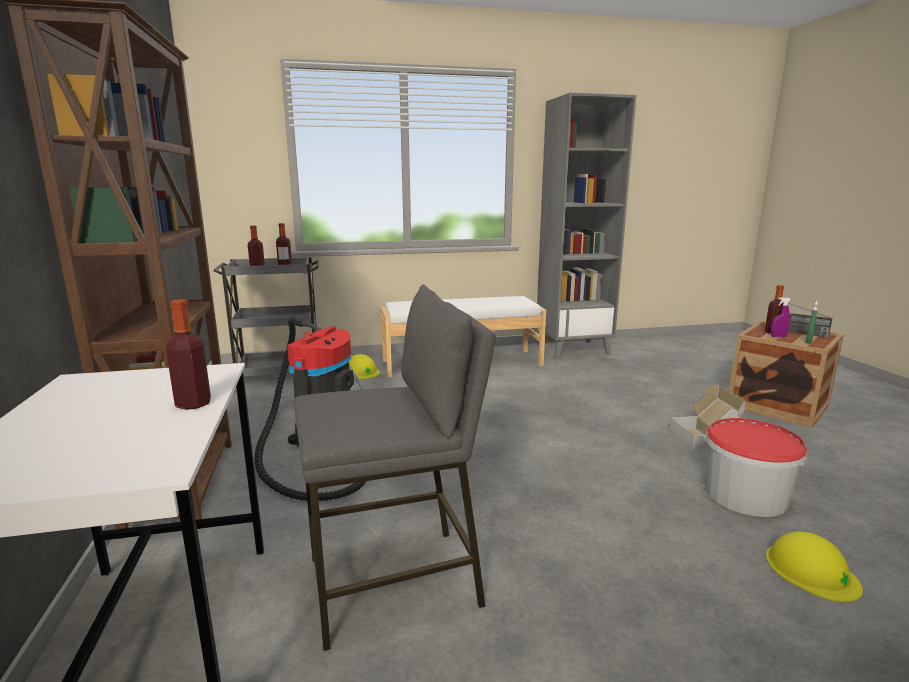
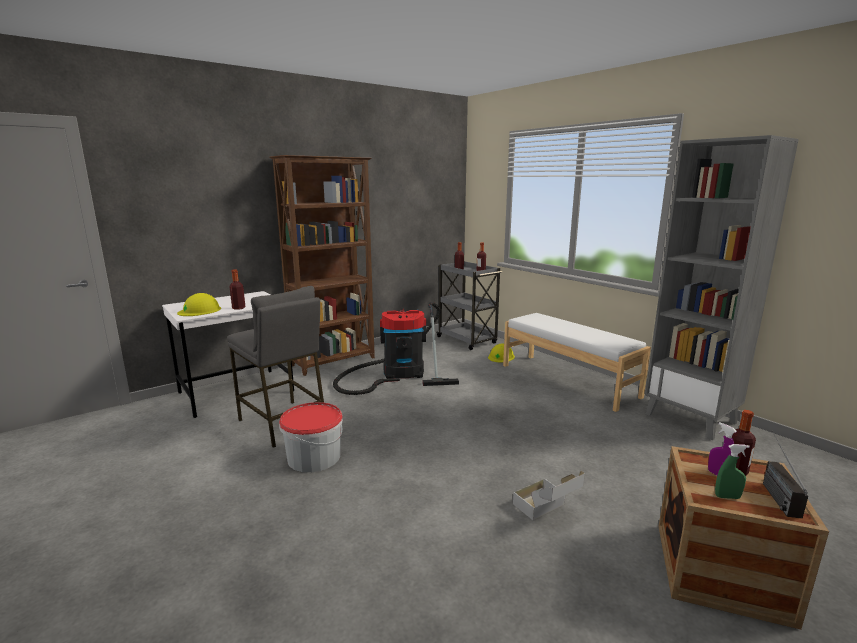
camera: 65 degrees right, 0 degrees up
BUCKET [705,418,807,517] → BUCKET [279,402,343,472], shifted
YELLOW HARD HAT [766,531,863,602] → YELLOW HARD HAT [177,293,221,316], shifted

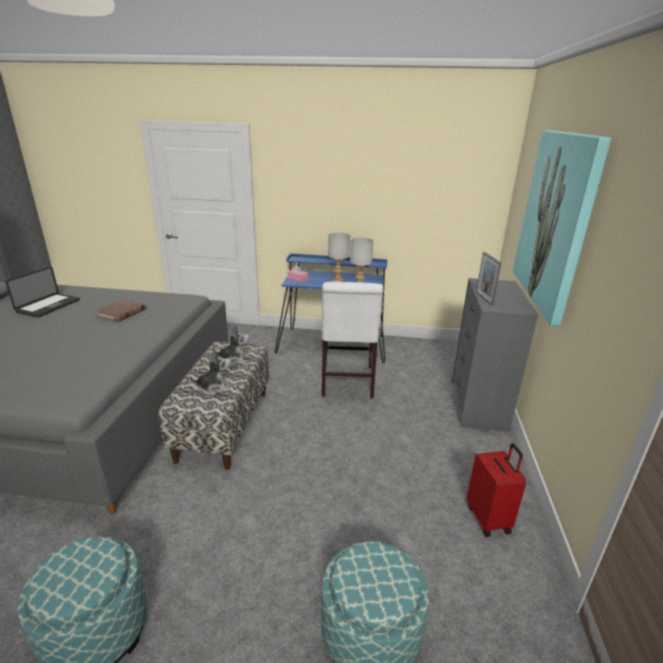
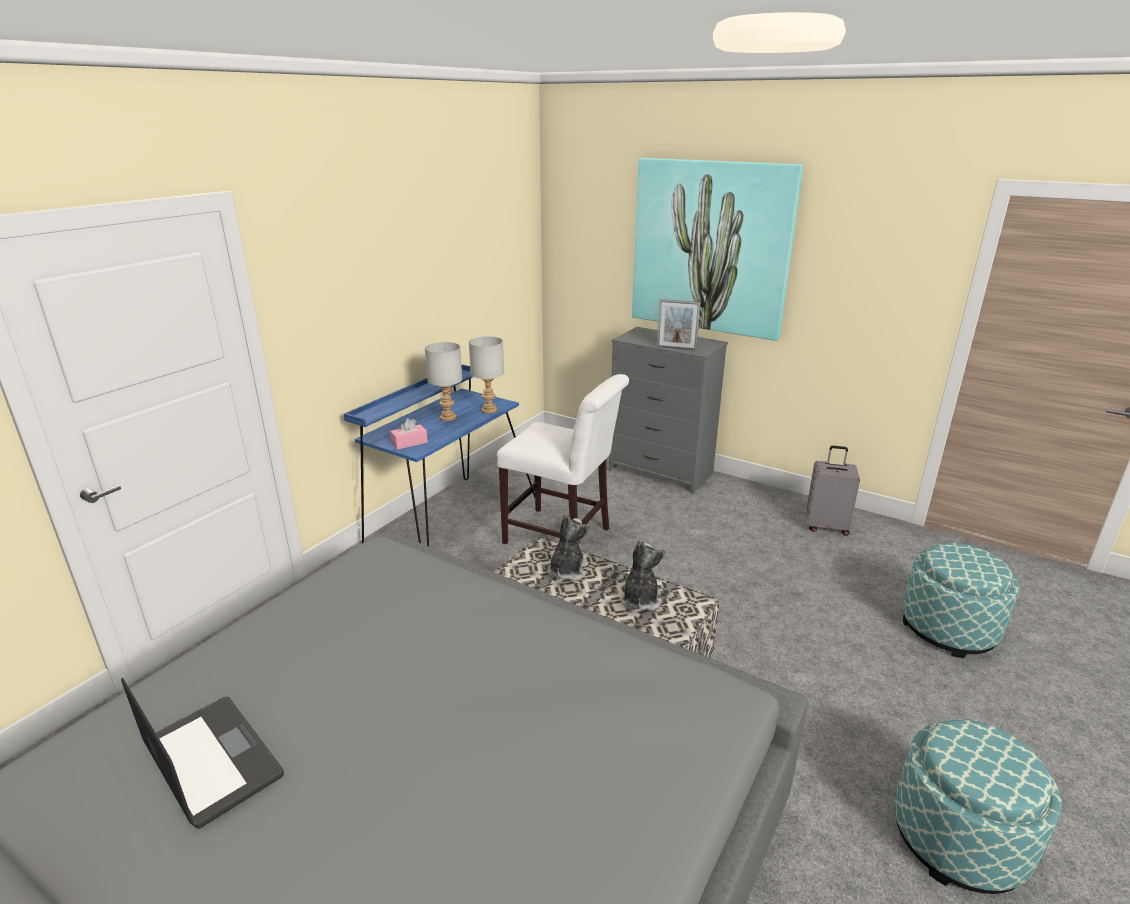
camera: 65 degrees left, 0 degrees up
BROWN BOOK [94,299,146,322] → -
RED SUITCASE [467,443,526,537] → GREY SUITCASE [806,446,860,536]

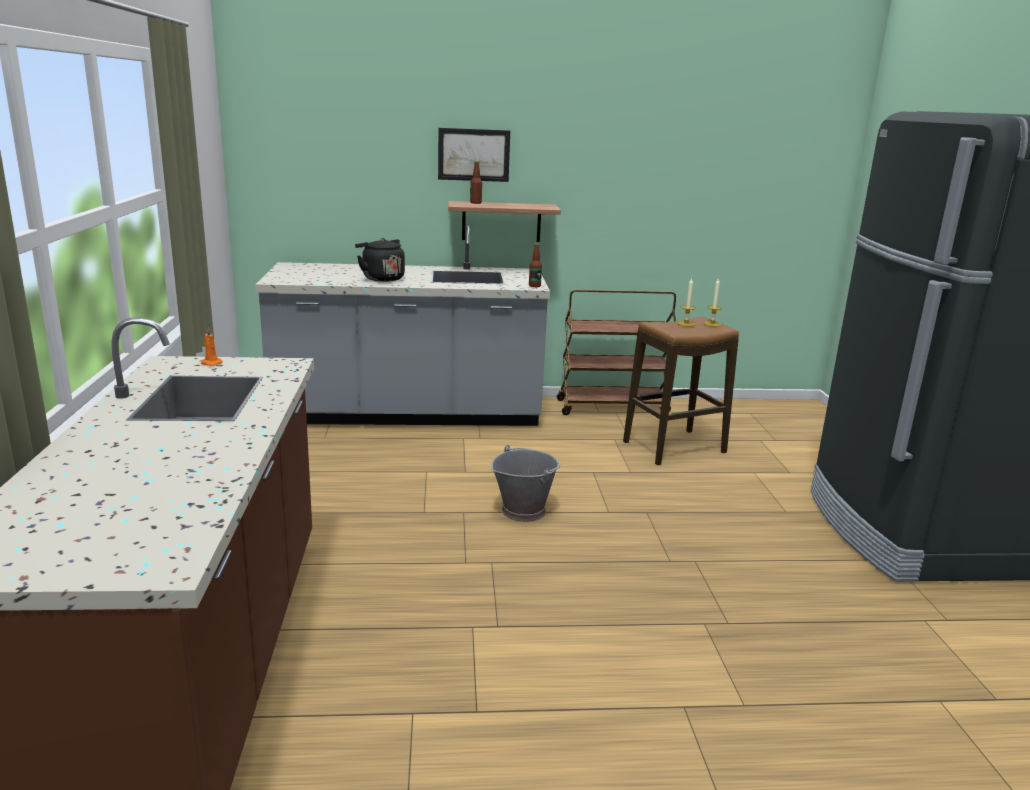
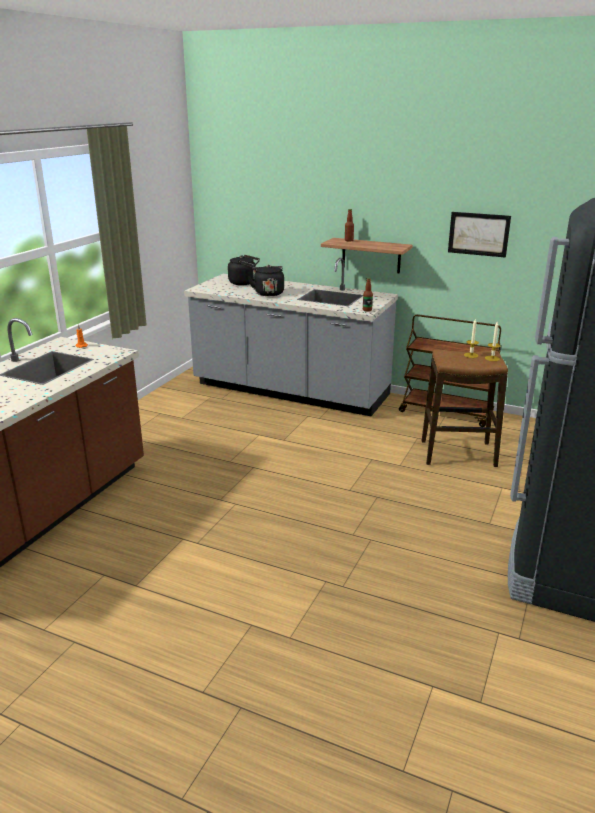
camera: 30 degrees right, 5 degrees up
PICTURE [438,128,510,182] → PICTURE [448,212,511,258], shifted
GREY BUCKET [491,445,560,522] → -
- → BLACK KETTLE [228,255,260,285]

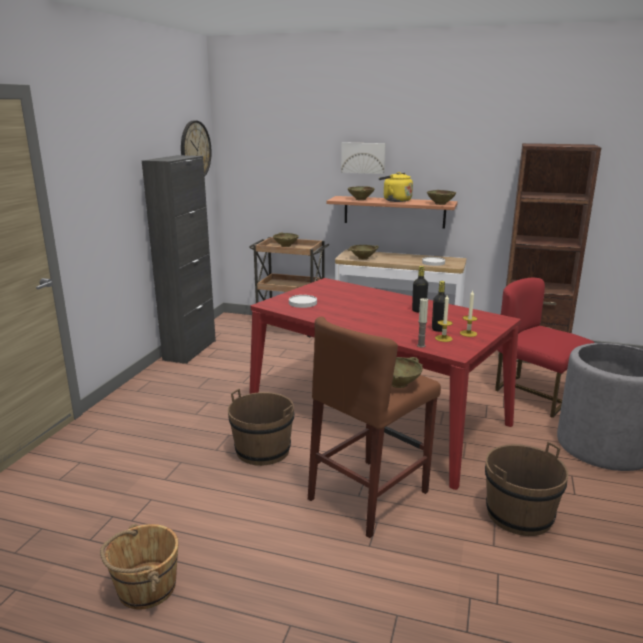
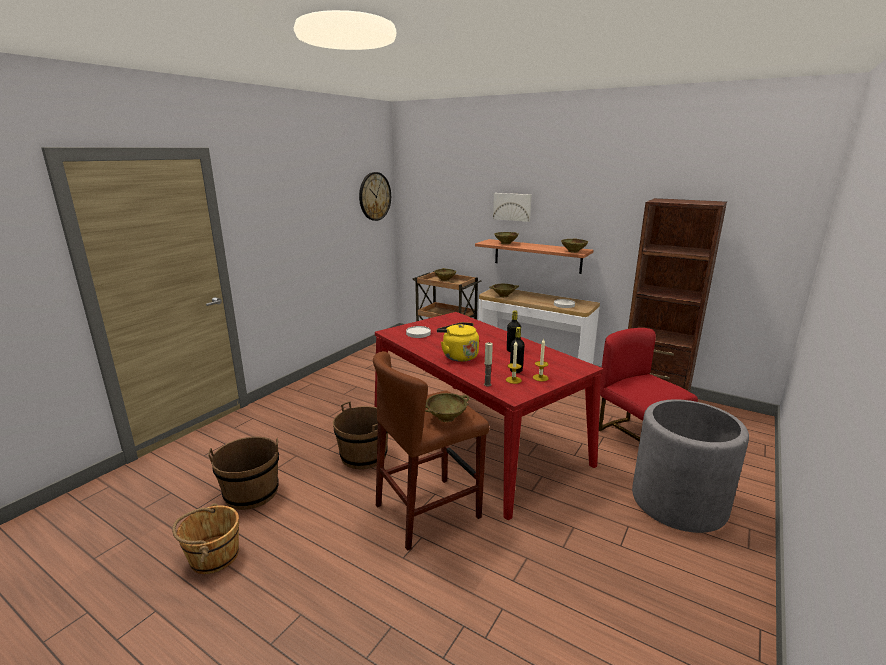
camera: 15 degrees right, 0 degrees up
BLACK CABINET [142,155,216,364] → -
YELLOW KETTLE [379,172,413,202] → YELLOW KETTLE [437,322,479,362], shifted
BROWN BUCKET [485,442,568,536] → BROWN BUCKET [208,436,279,510], shifted

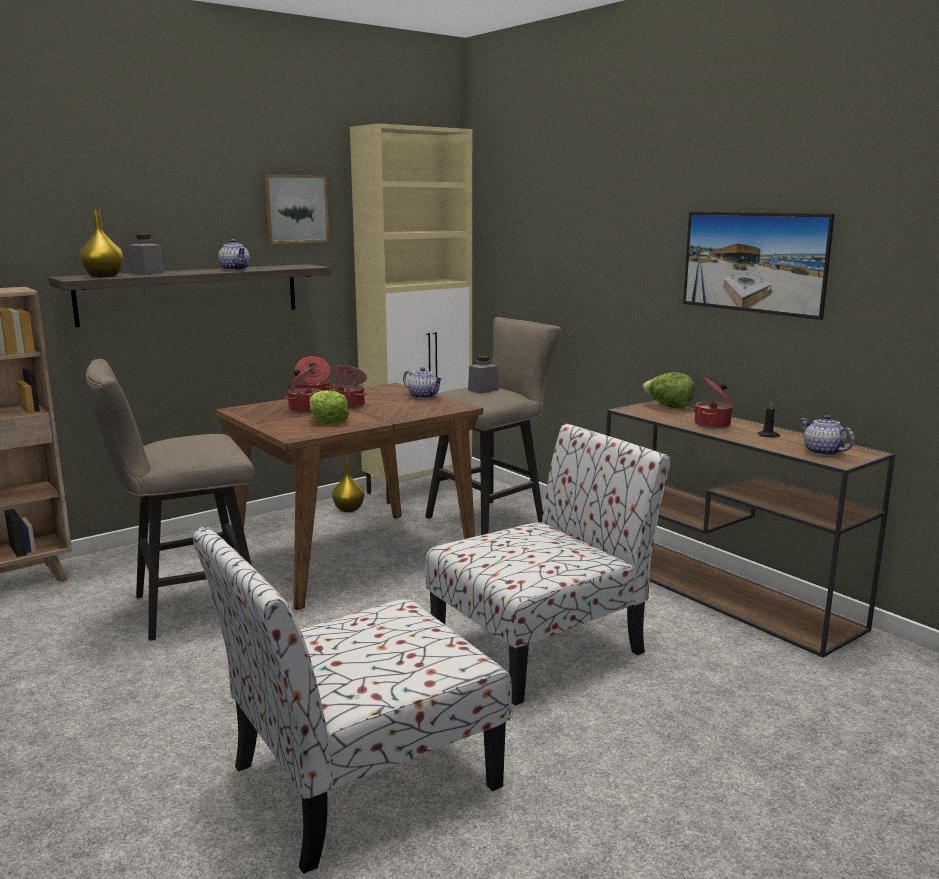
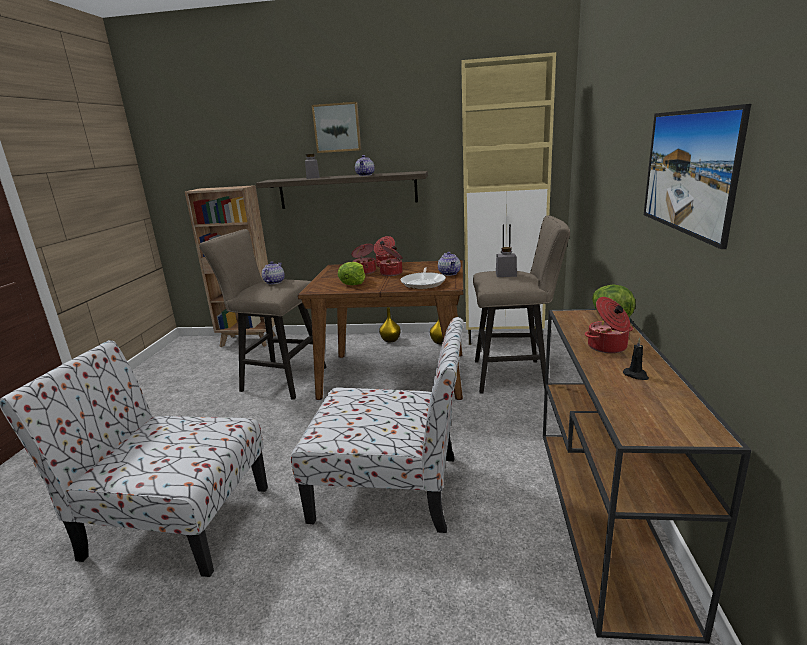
camera: 45 degrees right, 5 degrees up
YELLOW VASE [80,209,123,277] → YELLOW VASE [379,307,401,342], shifted
PICTURE [262,174,329,244] → PICTURE [312,102,361,153], shifted
TEAPOT [800,415,854,456] → TEAPOT [262,261,285,284], shifted
- → FRYING PAN [401,267,446,289]

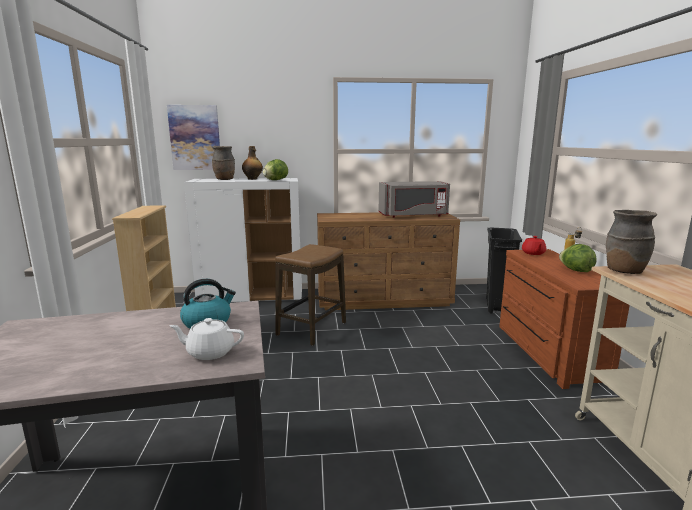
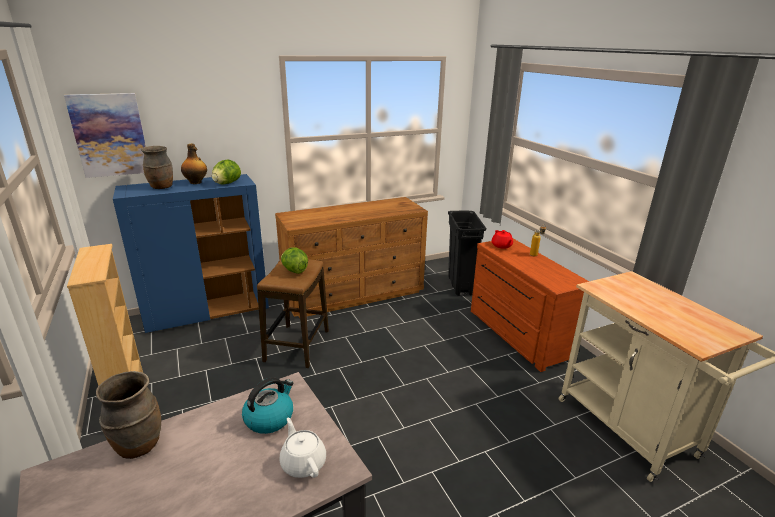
camera: 20 degrees left, 10 degrees up
WHITE TEAPOT [169,318,244,360] → WHITE TEAPOT [279,417,326,478], 75 degrees clockwise
WHITE CABINET [184,178,302,302] → BLUE CABINET [113,174,269,333]
GREY MICROWAVE [379,181,450,218] → -
LETTUCE [559,244,597,272] → LETTUCE [281,247,308,274], shifted
BROWN VASE [606,210,657,274] → BROWN VASE [96,371,161,459], shifted

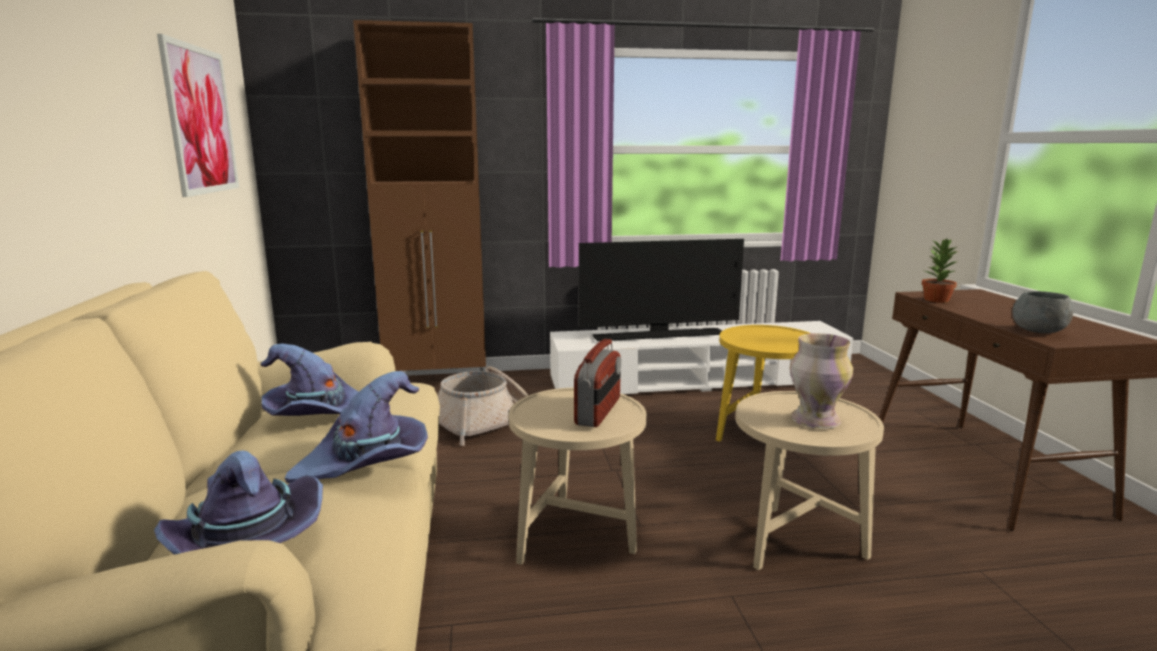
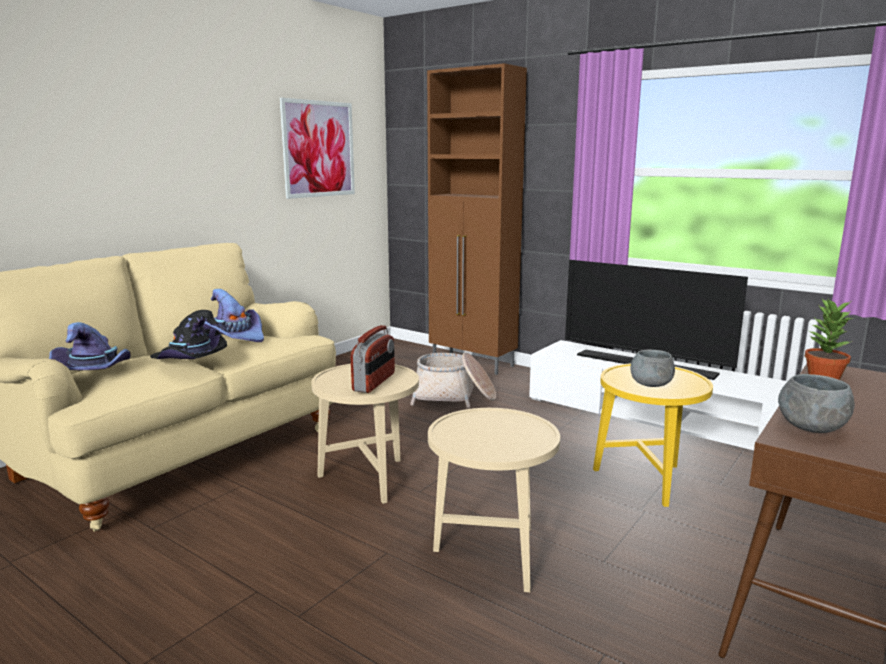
camera: 45 degrees right, 0 degrees up
PURPLE HAT [285,371,428,483] → BLACK HAT [150,310,227,359]
RADIO [574,339,621,427] → RADIO [351,325,395,393], 45 degrees counterclockwise
VASE [789,333,853,429] → -
- → GREY BOWL [631,350,675,387]

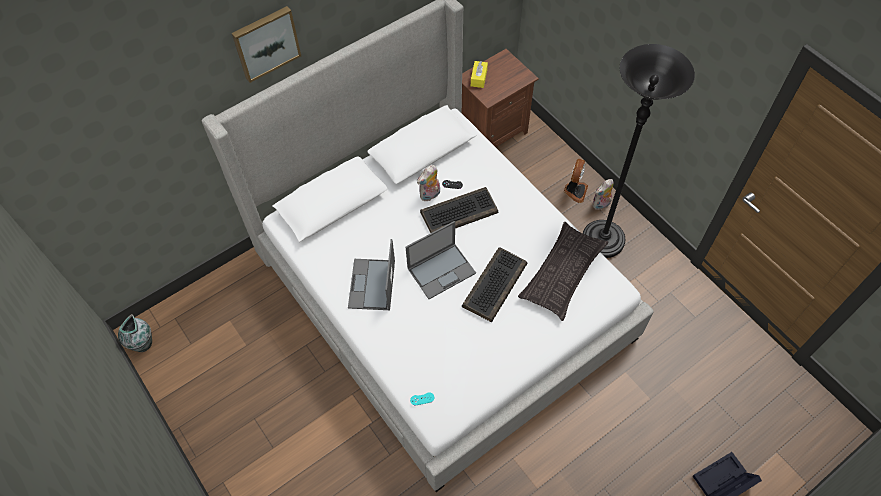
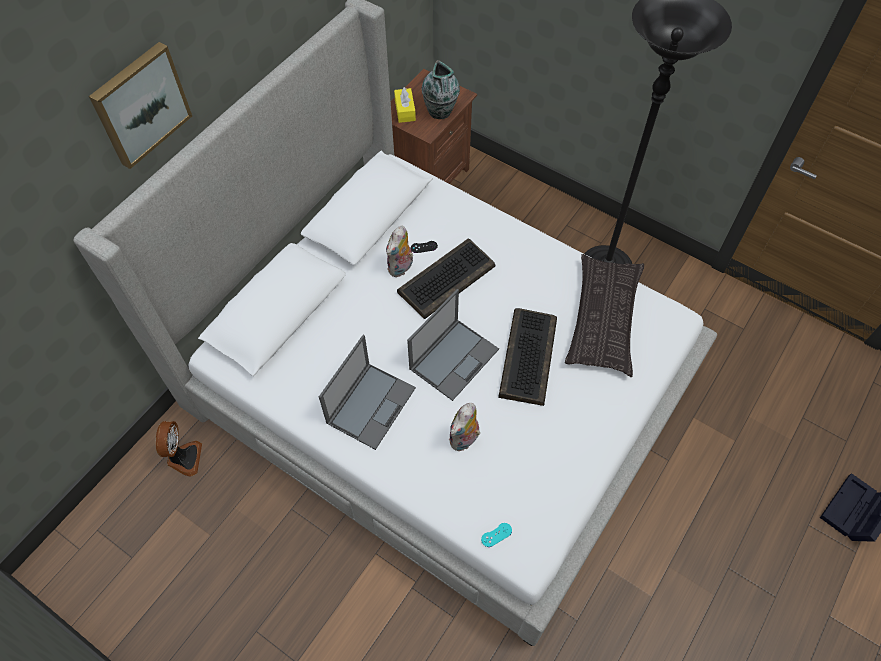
camera: 20 degrees left, 0 degrees up
VASE [118,314,152,352] → VASE [421,60,460,119], shifted
LAPTOP [348,239,395,310] → LAPTOP [319,335,416,450], 135 degrees counterclockwise
FAN [564,159,588,203] → FAN [156,421,202,476], shifted
PLUSH TOY [592,179,614,210] → PLUSH TOY [449,403,480,451], shifted

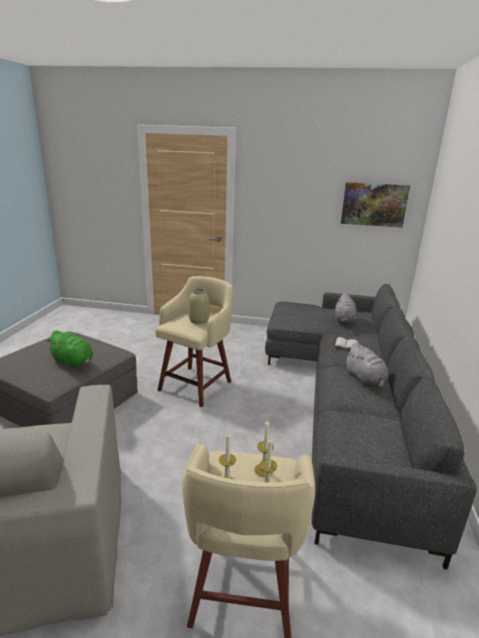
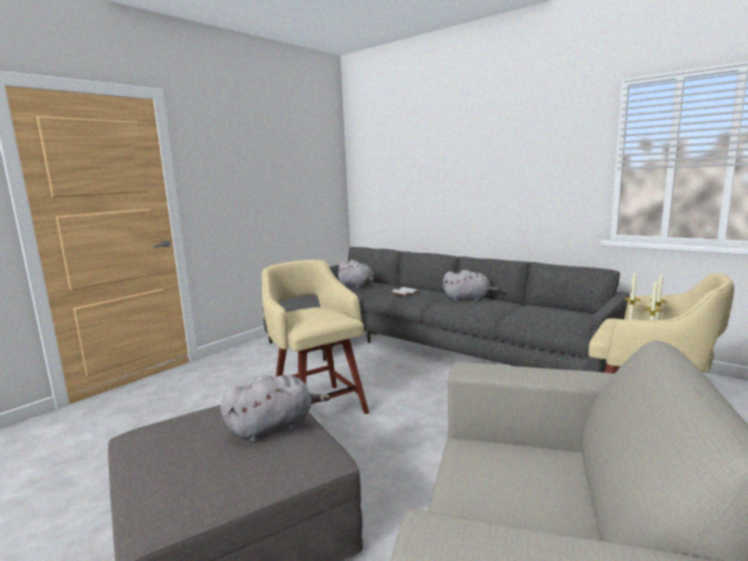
camera: 60 degrees left, 10 degrees down
GREEN PLUSH TOY [46,330,94,369] → GREY PLUSH TOY [220,374,330,443]
BEIGE VASE [188,288,210,324] → -
PICTURE [341,182,410,228] → -

